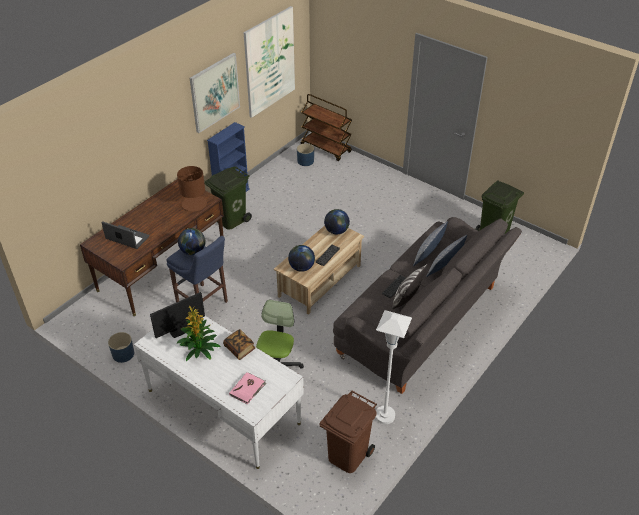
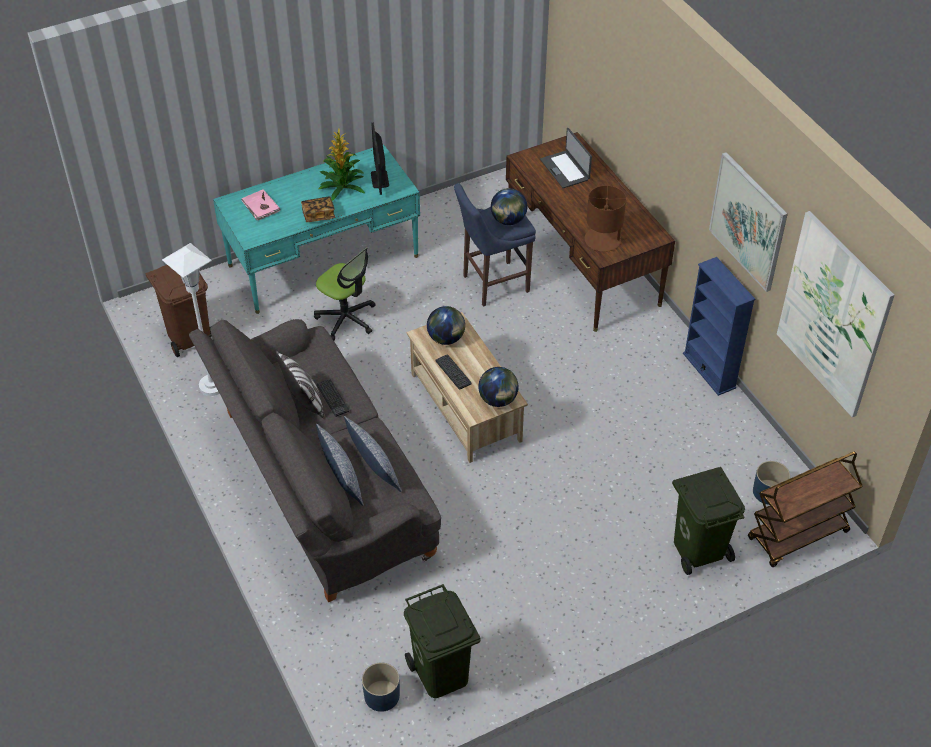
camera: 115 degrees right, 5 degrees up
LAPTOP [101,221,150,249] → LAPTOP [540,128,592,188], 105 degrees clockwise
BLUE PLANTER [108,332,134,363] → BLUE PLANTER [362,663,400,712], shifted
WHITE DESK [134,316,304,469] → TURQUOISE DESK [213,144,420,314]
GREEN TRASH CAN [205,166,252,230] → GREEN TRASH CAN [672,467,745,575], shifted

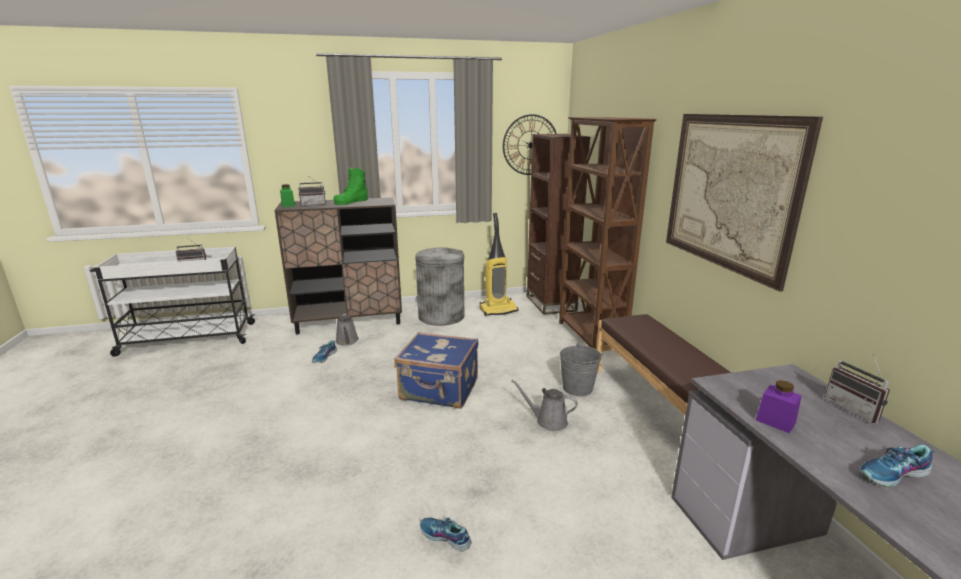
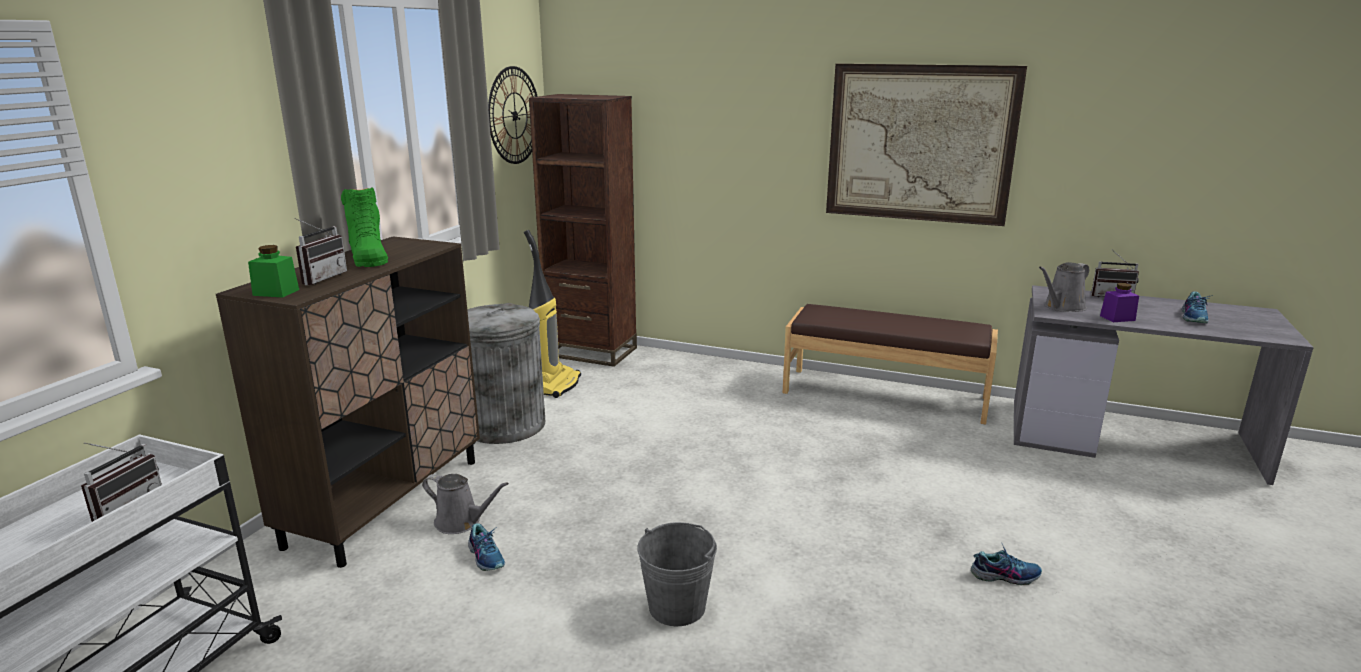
camera: 55 degrees left, 0 degrees up
BLUE SUITCASE [395,332,478,409] → -
SHOE [420,518,472,551] → SHOE [971,544,1042,585], 150 degrees counterclockwise
GREY WATERING CAN [511,380,578,431] → GREY WATERING CAN [1039,262,1089,312], shifted
BROWN BOOKCASE [559,117,657,349] → -
GREY BUCKET [560,343,602,396] → GREY BUCKET [637,522,717,626], shifted

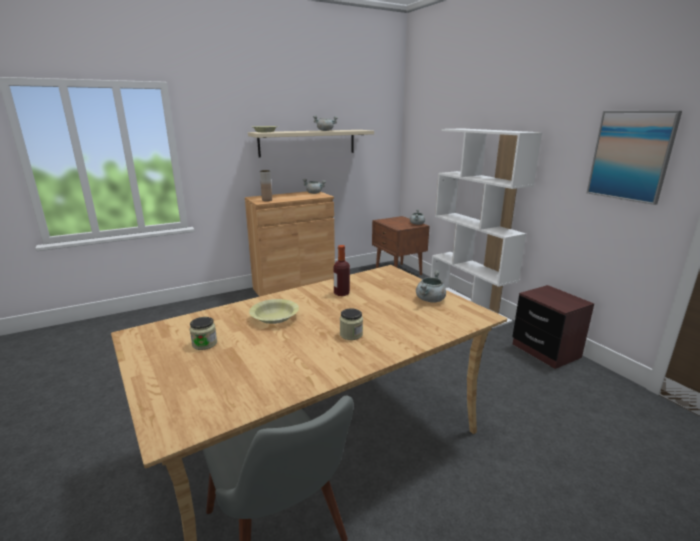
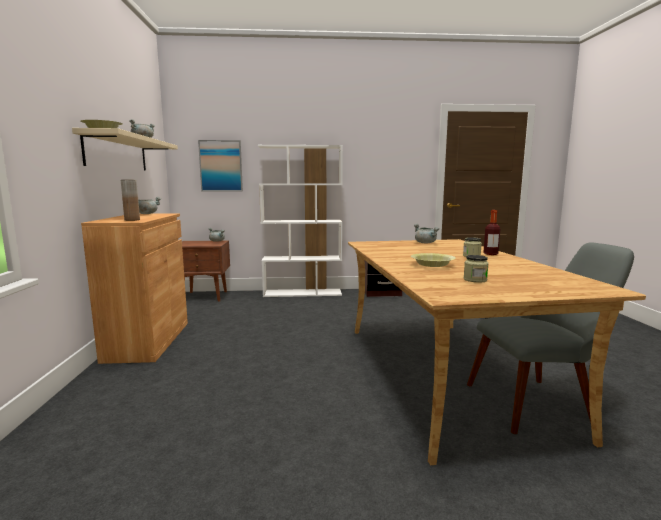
camera: 65 degrees left, 10 degrees down
BOTTLE [333,245,350,296] → BOTTLE [483,210,500,255], shifted
PICTURE [587,111,682,205] → PICTURE [198,140,243,192], shifted

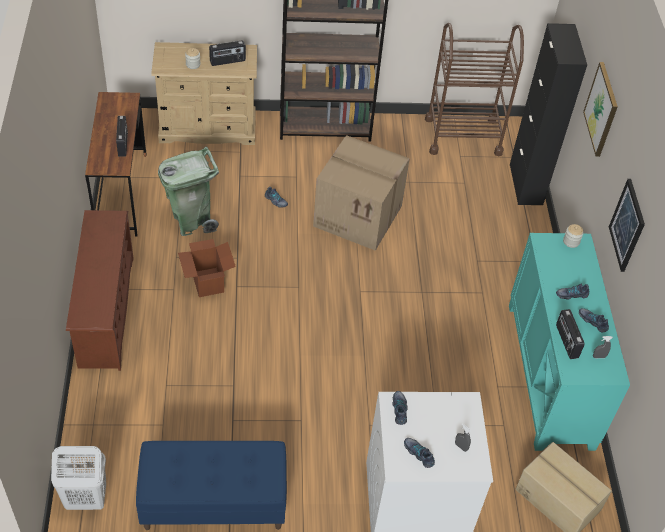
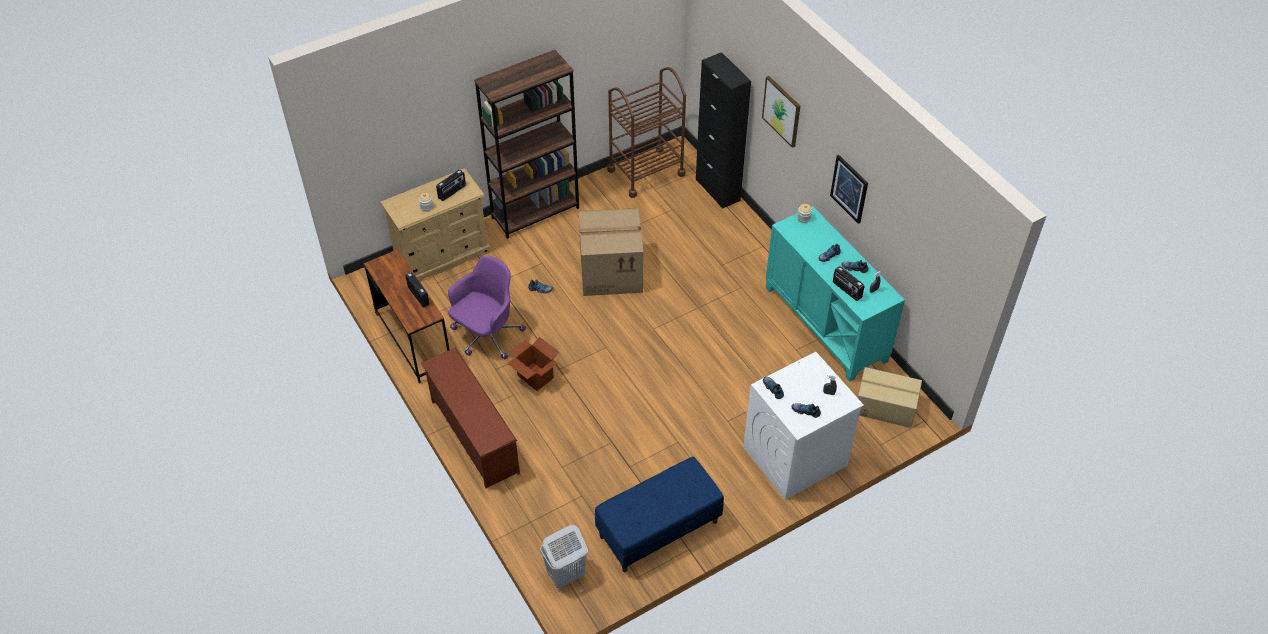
camera: 25 degrees left, 0 degrees up
GREEN TRASH CAN [158,146,219,236] → PURPLE OFFICE CHAIR [448,256,526,359]

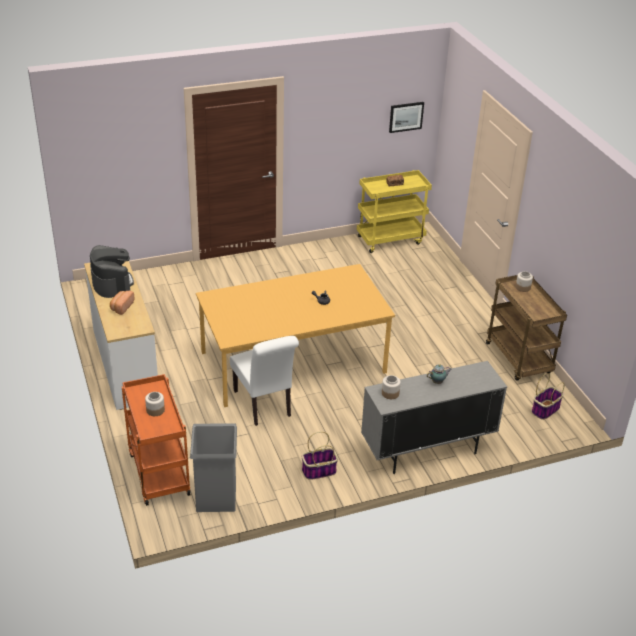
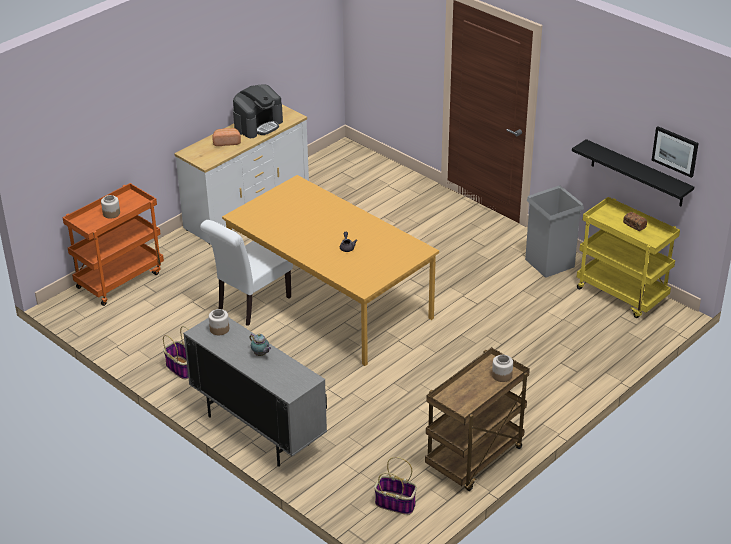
camera: 65 degrees right, 0 degrees up
GREY TRASH CAN [190,423,237,512] → GREY TRASH CAN [525,186,584,278], shifted
- → BLACK SHELF [572,139,694,206]

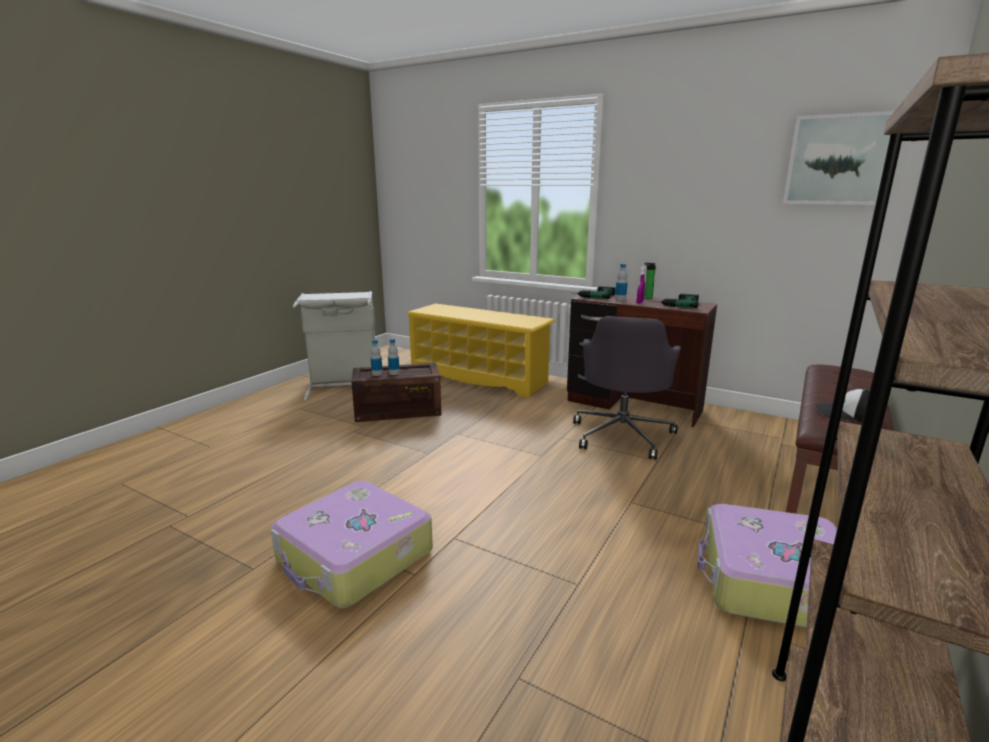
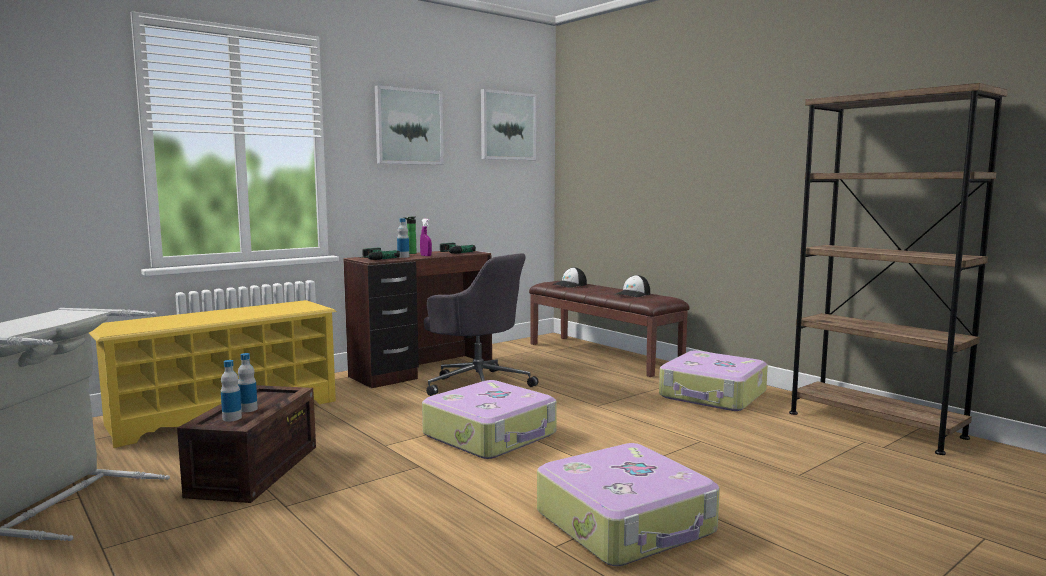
camera: 70 degrees left, 10 degrees down
- → PICTURE [375,85,444,165]
- → SUITCASE [422,380,557,459]
- → CAP [552,267,587,288]

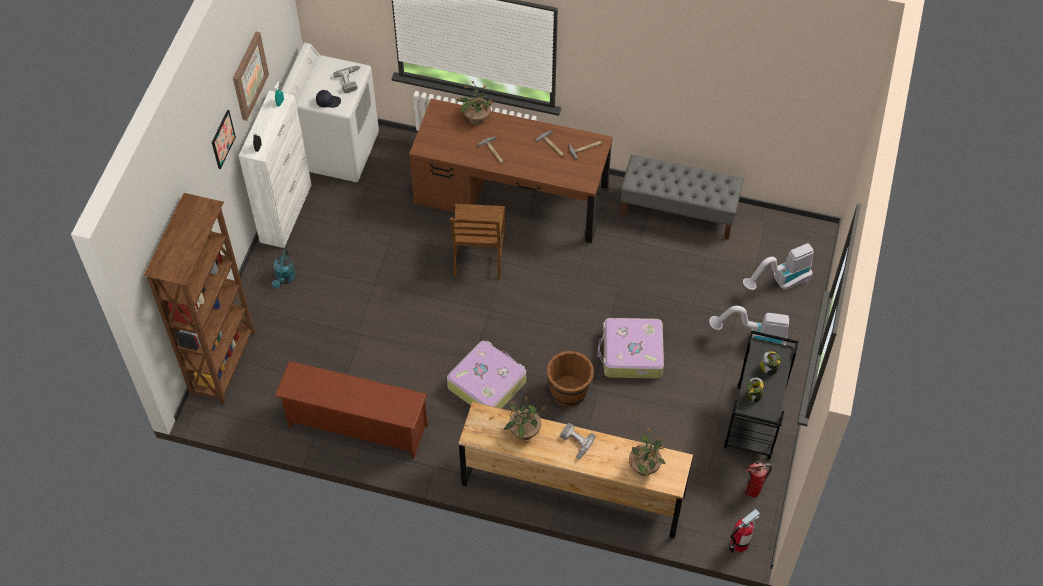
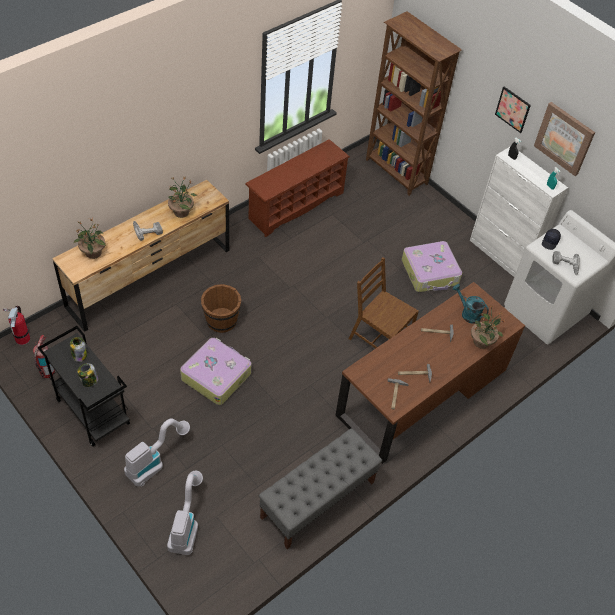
camera: 120 degrees right, 5 degrees down
TURQUOISE WATERING CAN [272,250,296,288] → TURQUOISE WATERING CAN [452,284,489,324], shifted
SUITCASE [447,341,526,409] → SUITCASE [402,241,462,292], shifted

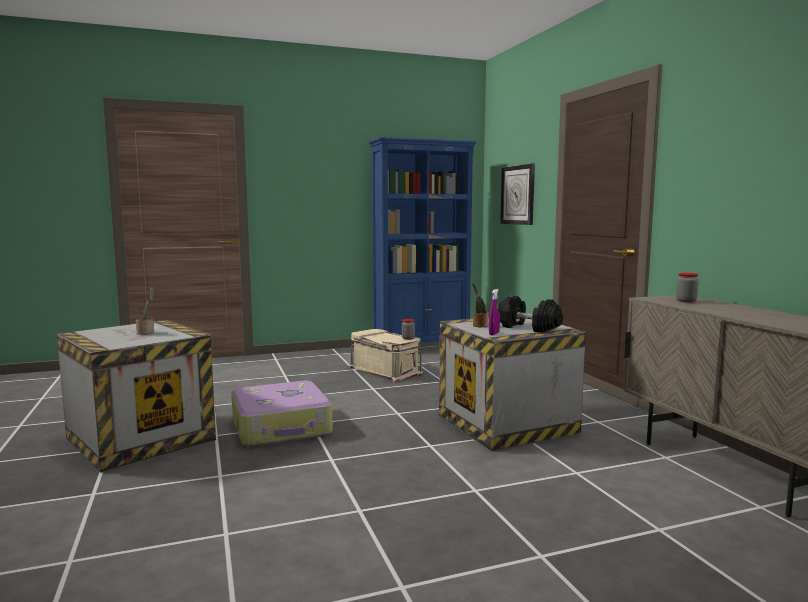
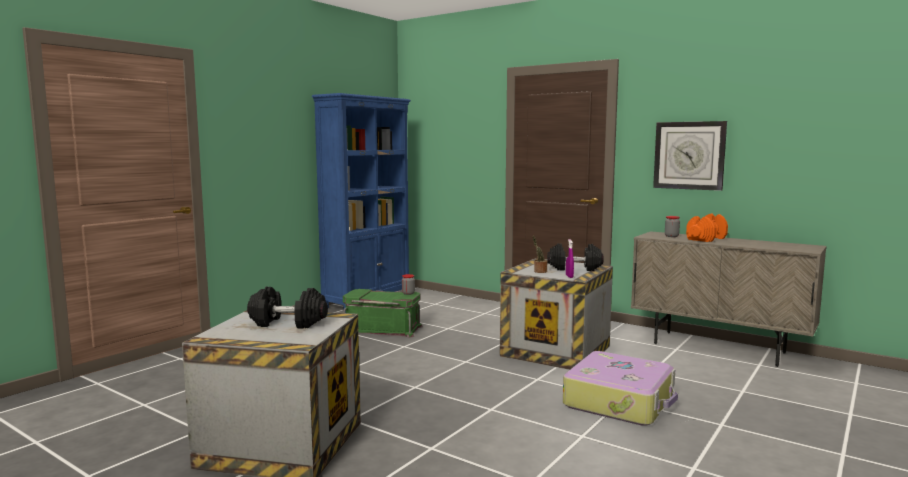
camera: 35 degrees left, 0 degrees up
POTTED PLANT [136,287,154,335] → BLACK DUMBBELL [247,286,328,329]
SUITCASE [231,381,333,447] → SUITCASE [563,351,678,426], shifted
BEIGE STORAGE BOX [349,329,424,383] → GREEN STORAGE BOX [343,289,423,338]
WALL CLOCK [500,164,535,225] → WALL CLOCK [653,121,727,191], shifted
- → ORANGE DUMBBELL [686,214,728,242]

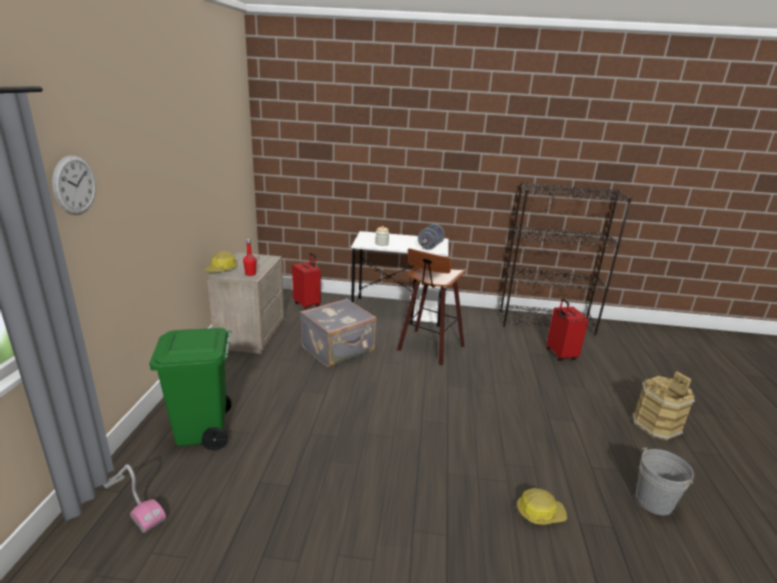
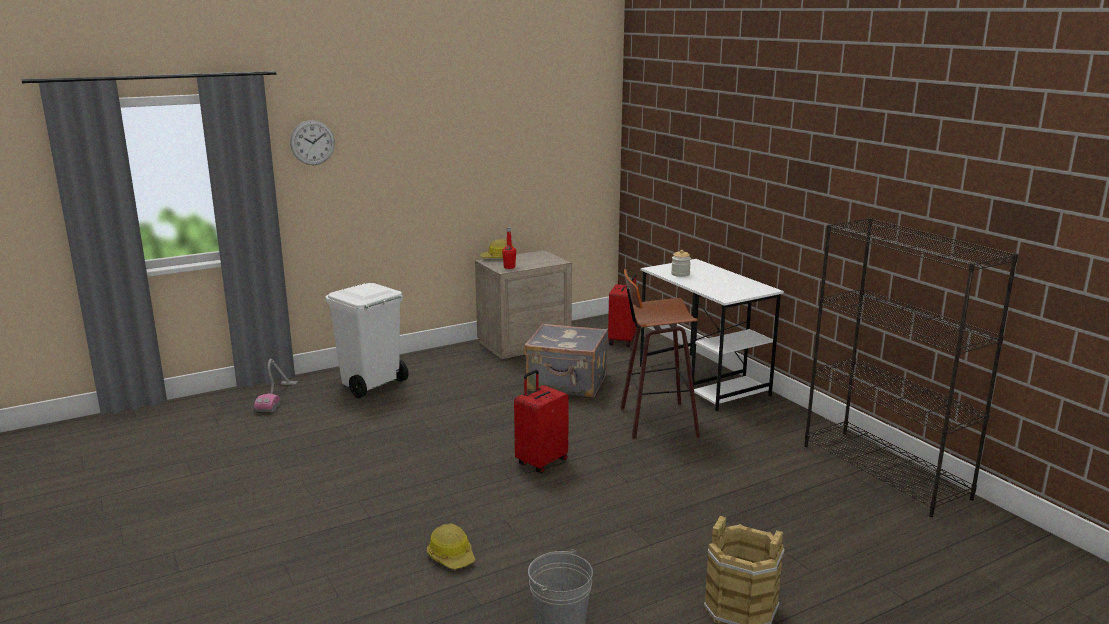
camera: 55 degrees right, 5 degrees down
GREEN TRASH CAN [149,328,232,450] → WHITE TRASH CAN [325,283,409,398]
GREY DUMBBELL [418,224,445,250] → -
RED SUITCASE [546,298,588,361] → RED SUITCASE [514,370,569,473], shifted

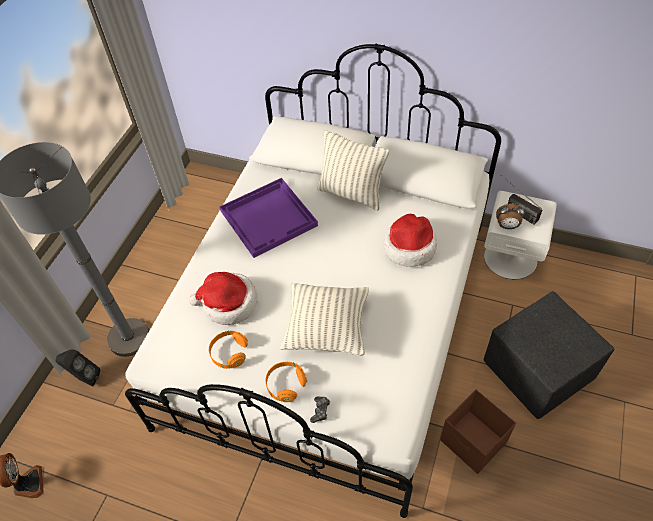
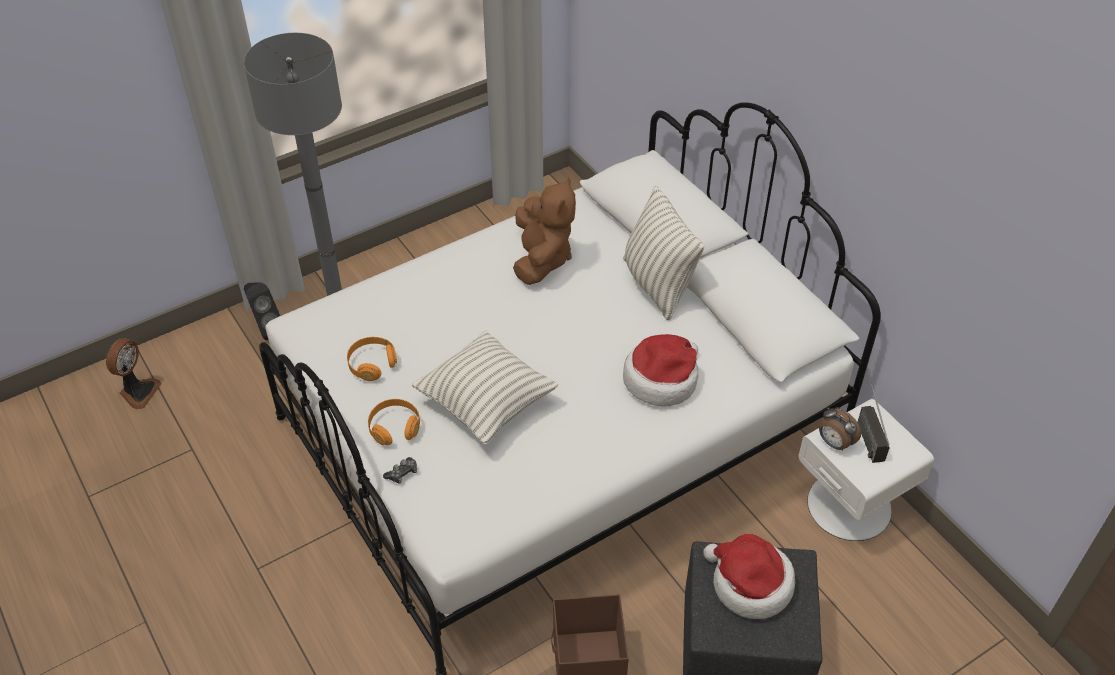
camera: 35 degrees right, 5 degrees down
HAT [189,272,258,325] → HAT [704,534,795,619], shifted
PURPLE TRAY [220,178,318,258] → BROWN PLUSH TOY [513,177,576,285]

